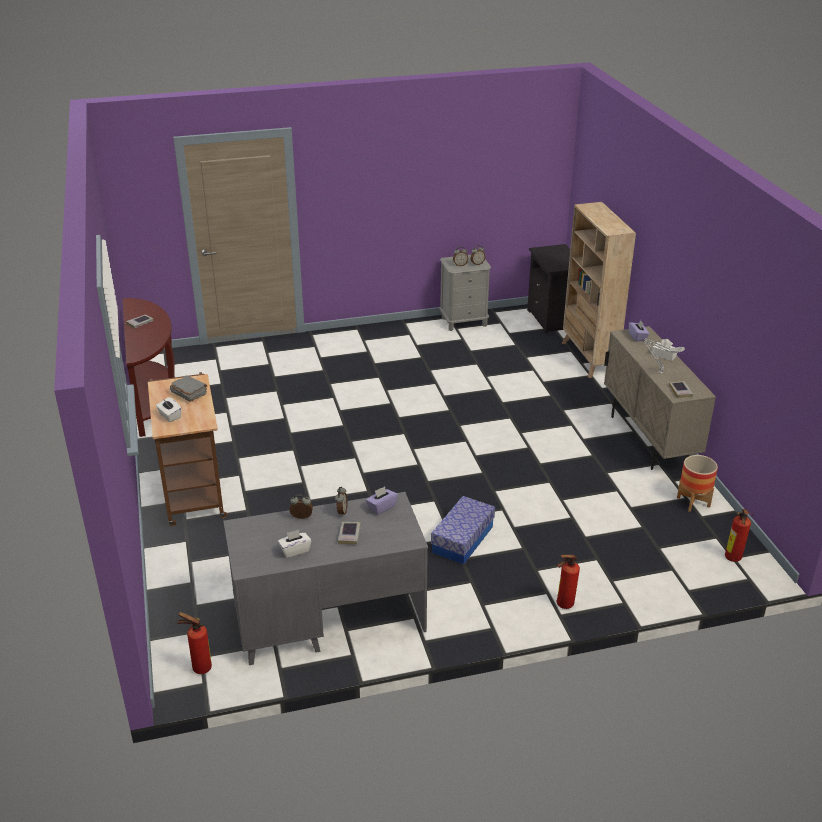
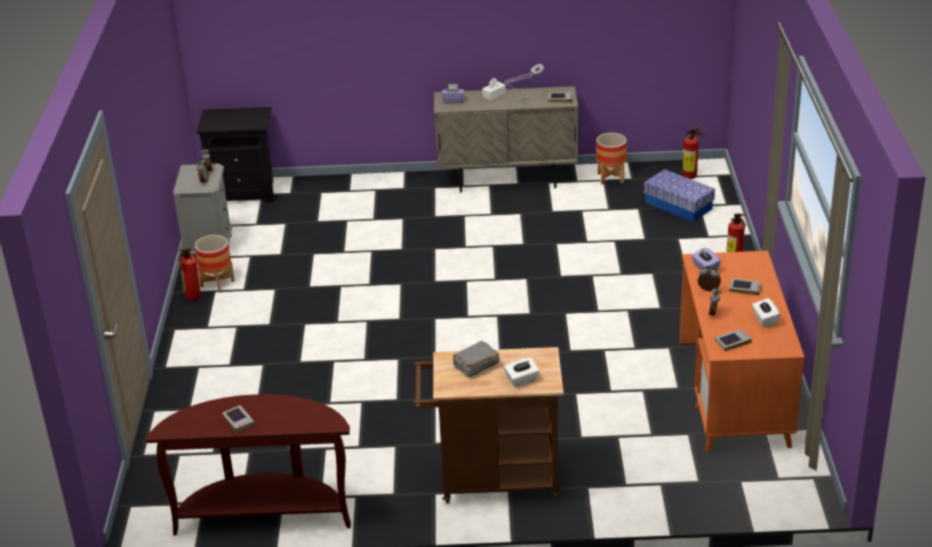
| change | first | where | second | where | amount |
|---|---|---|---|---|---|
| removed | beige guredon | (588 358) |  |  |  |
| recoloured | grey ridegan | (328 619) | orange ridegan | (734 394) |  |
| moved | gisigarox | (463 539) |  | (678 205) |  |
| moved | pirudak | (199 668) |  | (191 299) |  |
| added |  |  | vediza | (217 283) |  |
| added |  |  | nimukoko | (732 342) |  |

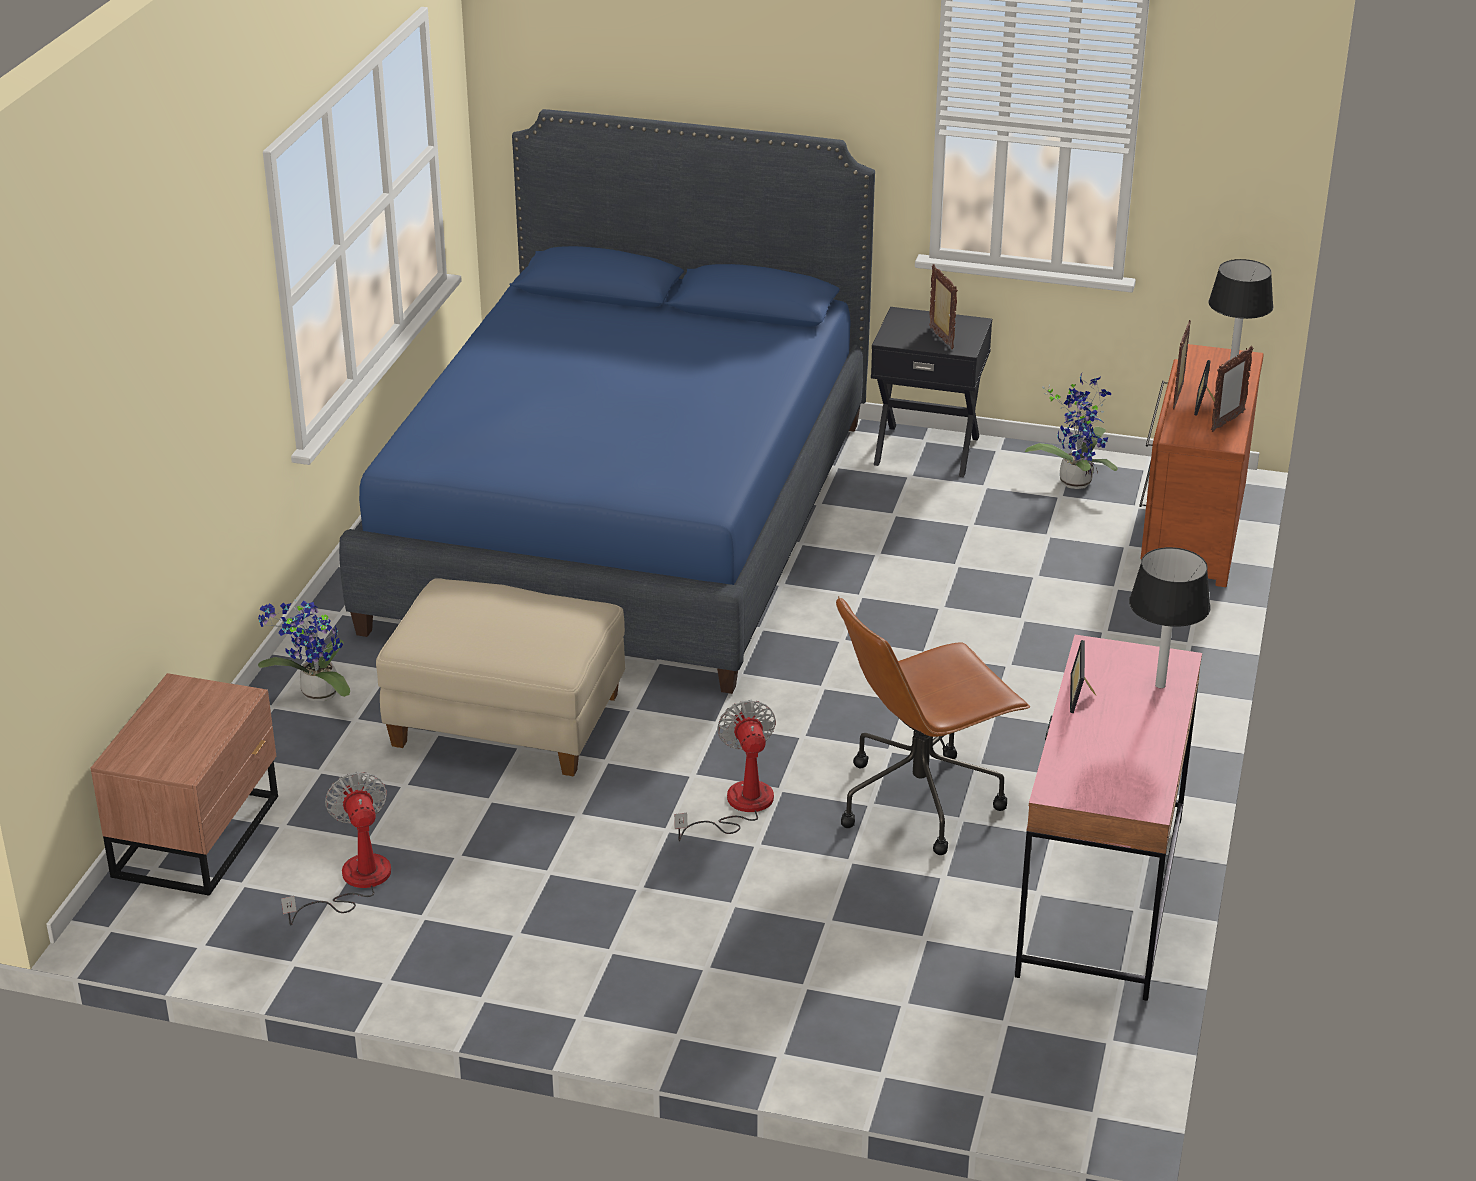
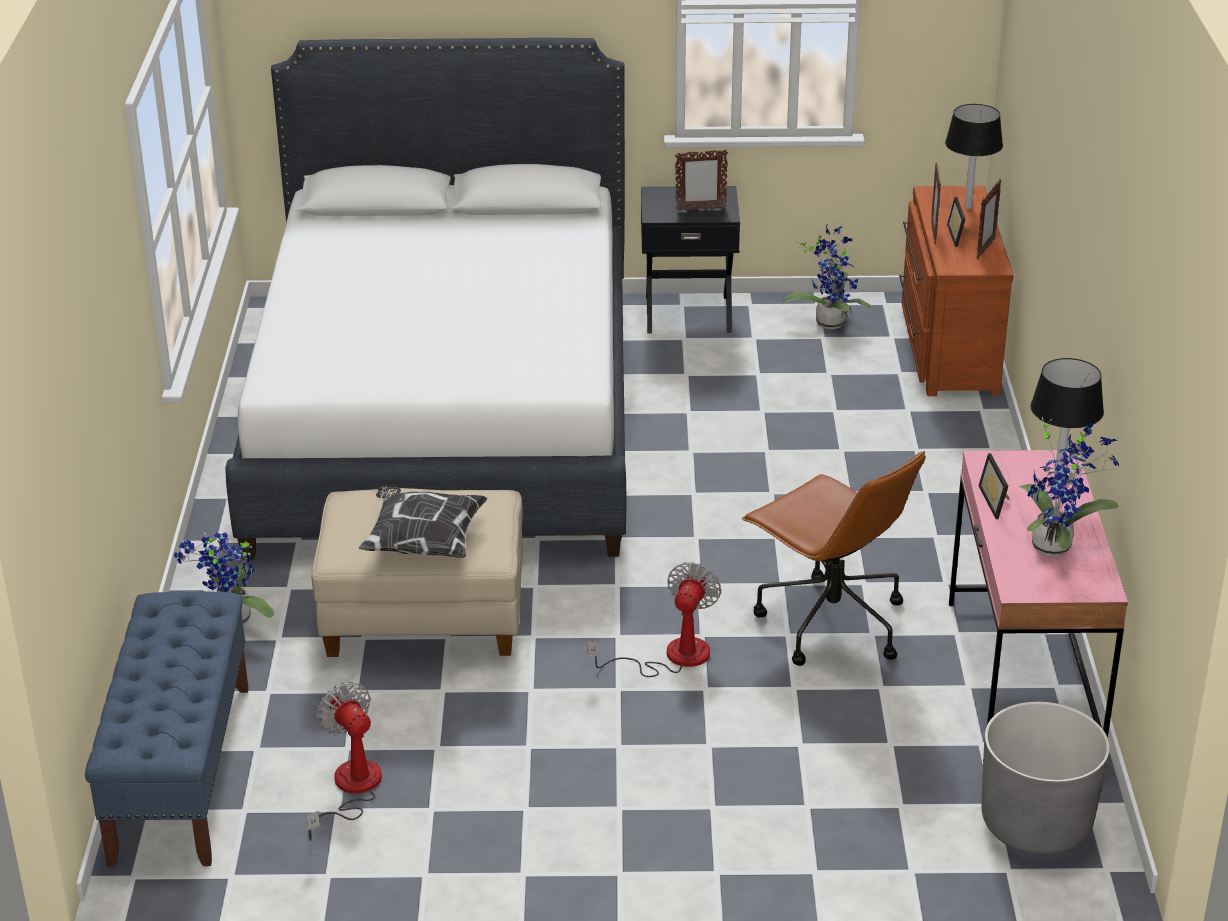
| change | first | where | second | where | amount |
|---|---|---|---|---|---|
| recoloured | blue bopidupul | (625 522) | white bopidupul | (447 417) |  |
| turned | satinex | (941 338) |  | (700 209) | 120 degrees clockwise |
| turned | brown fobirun | (921 800) |  | (830 623) | 90 degrees counterclockwise |
| replaced | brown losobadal | (201 835) | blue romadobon | (181 772) |  |
| turned | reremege | (738 806) |  | (672 657) | 45 degrees clockwise |
| added |  |  | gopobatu | (1056 545) |  |
| added |  |  | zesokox | (423 543) |  |
| added |  |  | grey vediza | (1036 824) |  |

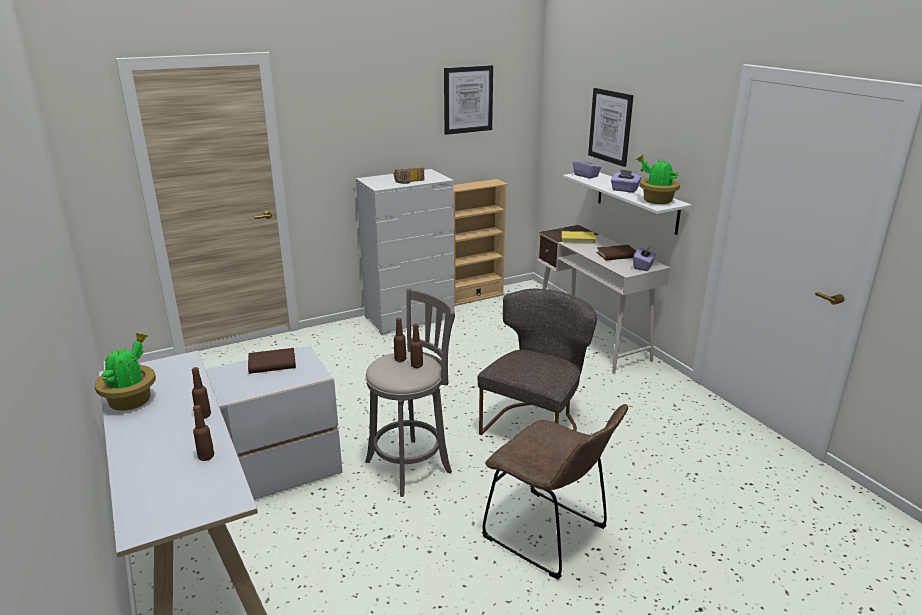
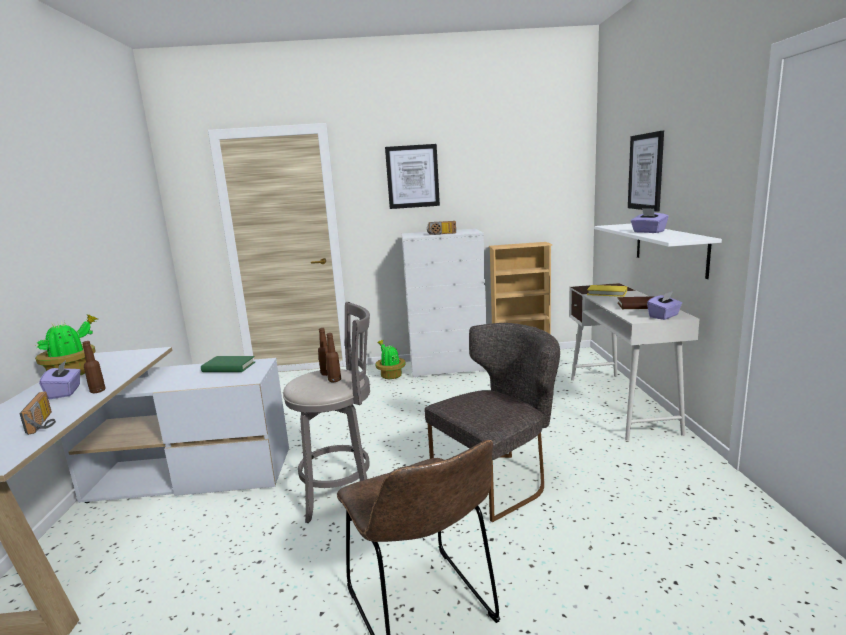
| change | first | where | second | where | amount |
|---|---|---|---|---|---|
| moved | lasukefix | (468 99) |  | (412 176) |  |
| moved | gopobatu | (656 201) |  | (390 375) |  |
| moved | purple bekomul | (586 176) |  | (65 392) |  |
| recoloured | brown nimukoko | (272 364) | green nimukoko | (229 367) |  |
| replaced | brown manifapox | (206 457) | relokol | (45 422) |  |

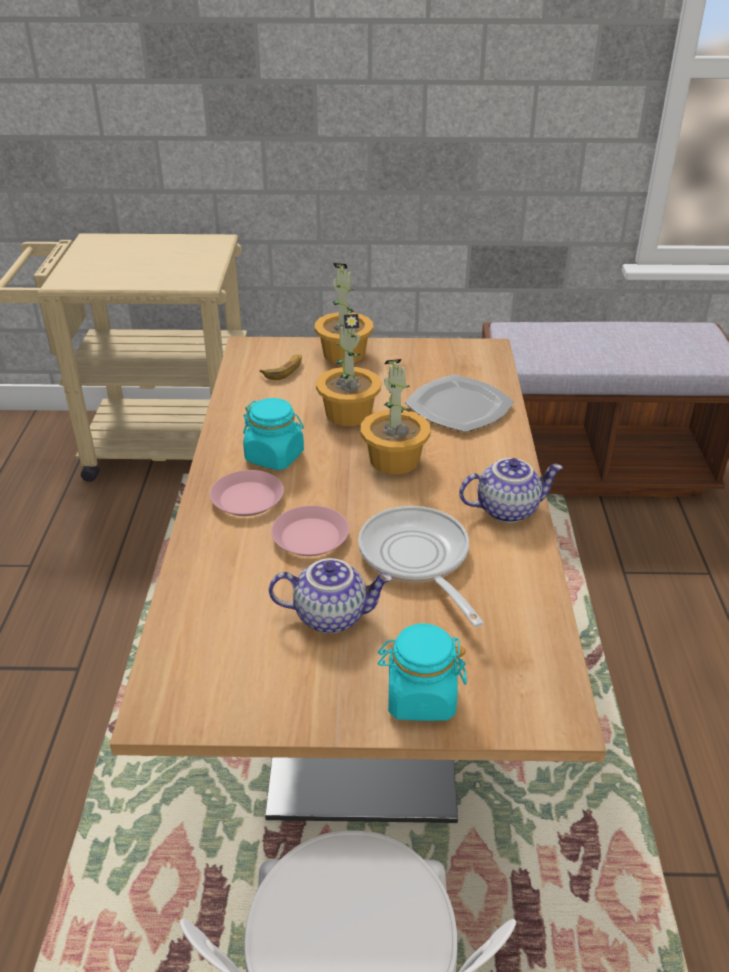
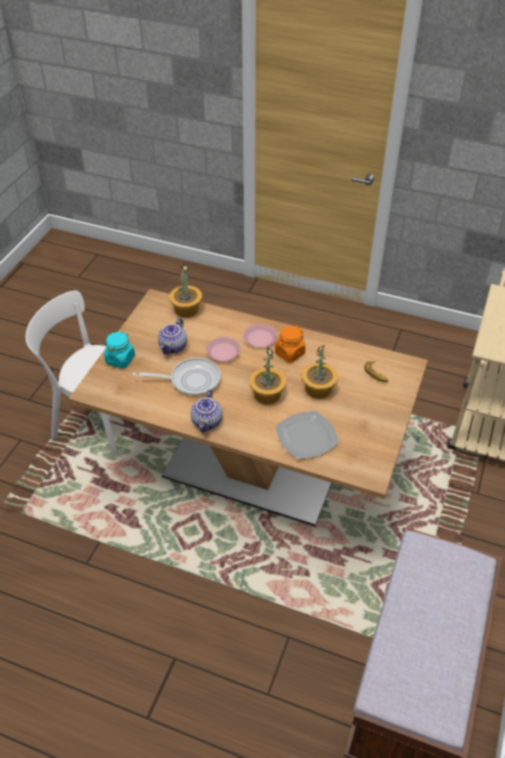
| change | first | where | second | where | amount |
|---|---|---|---|---|---|
| moved | gopobatu | (344 354) |  | (186 309) |  |
| recoloured | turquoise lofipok | (275 457) | orange lofipok | (289 353) |  |

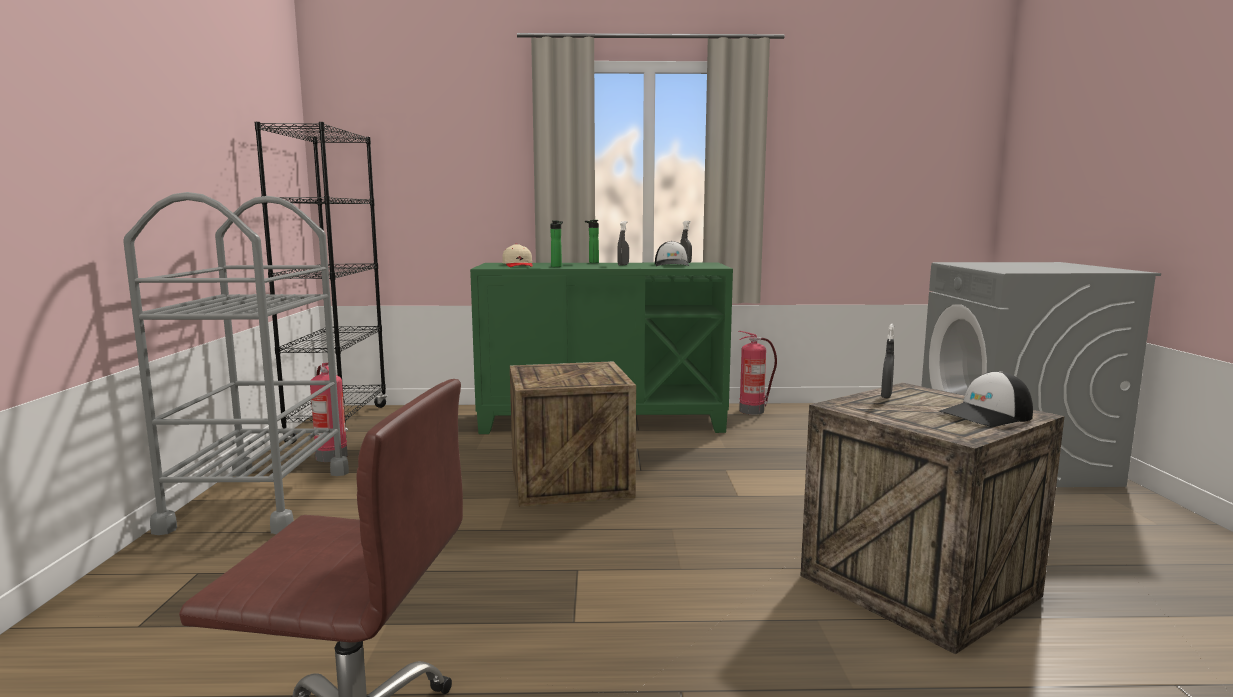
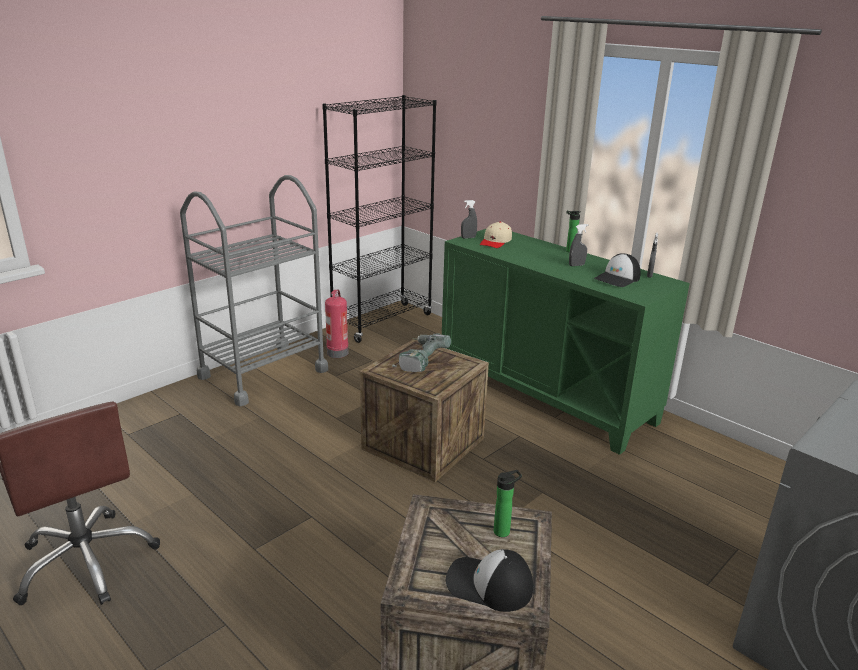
| change | first | where | second | where | amount |
|---|---|---|---|---|---|
| moved | manifapox | (557 266) |  | (504 531) |  |
| moved | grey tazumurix | (886 396) |  | (468 237) |  |
| removed | pirudak | (753 411) |  |  |  |
| added |  |  | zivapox | (420 361) |  |

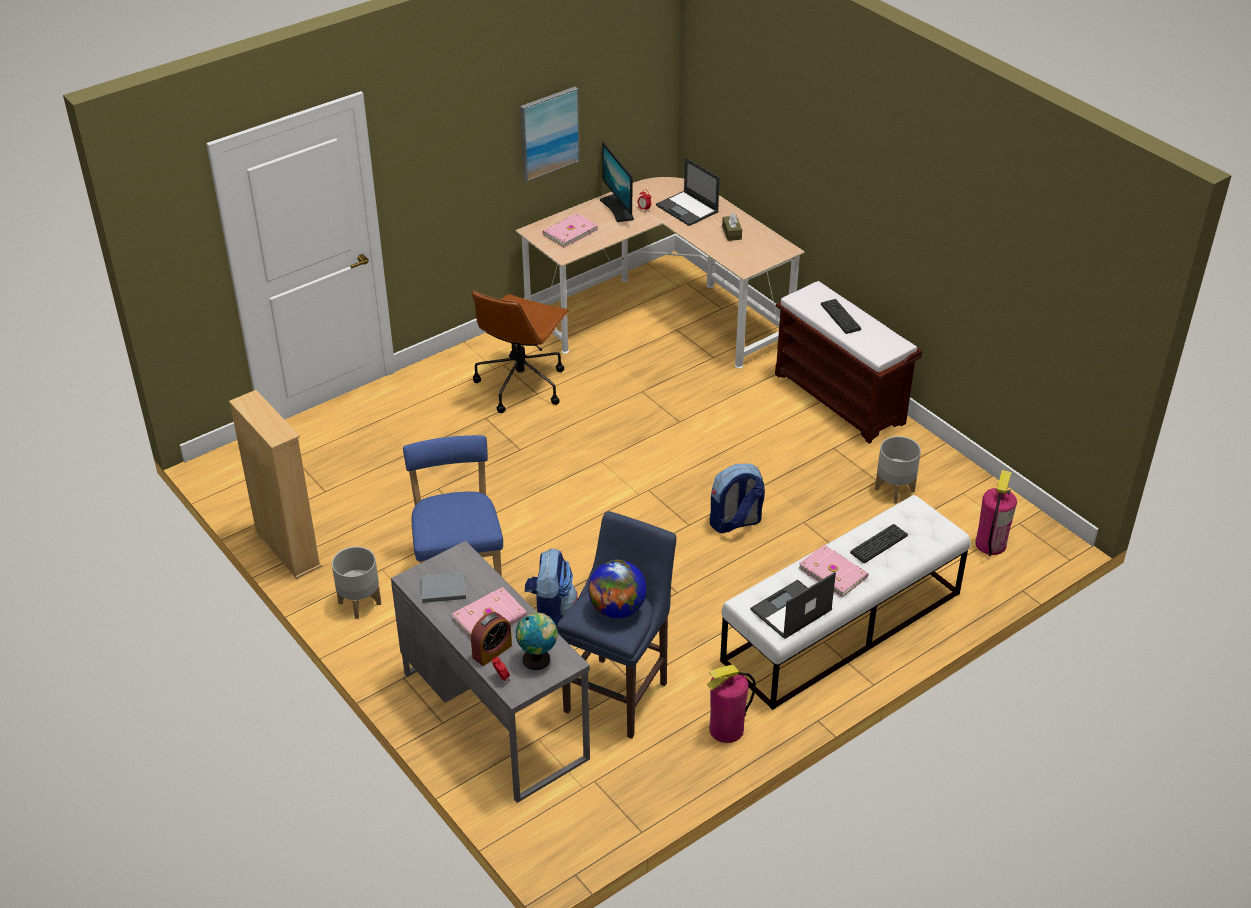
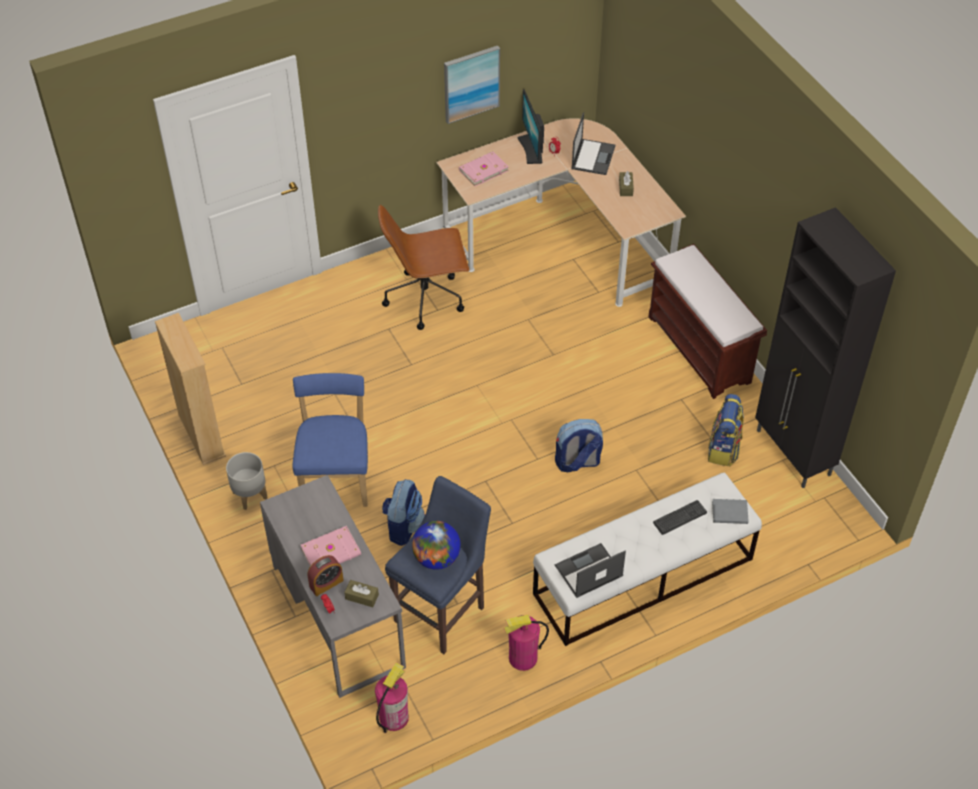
| change | first | where | second | where | amount |
|---|---|---|---|---|---|
| turned | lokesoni | (688 209) |  | (593 157) | 135 degrees counterclockwise |
| turned | brown fobirun | (521 384) |  | (426 298) | 45 degrees clockwise |
| removed | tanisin | (840 317) |  |  |  |
| replaced | grey vediza | (895 490) | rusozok | (723 449) |  |
| moved | pirudak | (990 544) |  | (393 717) |  |
| removed | pink nimukoko | (833 572) |  |  |  |
| moved | grey nimukoko | (442 589) |  | (728 512) |  |
| replaced | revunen | (538 659) | brown bekomul | (362 597) |  |
| added |  |  | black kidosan | (793 454) |  |

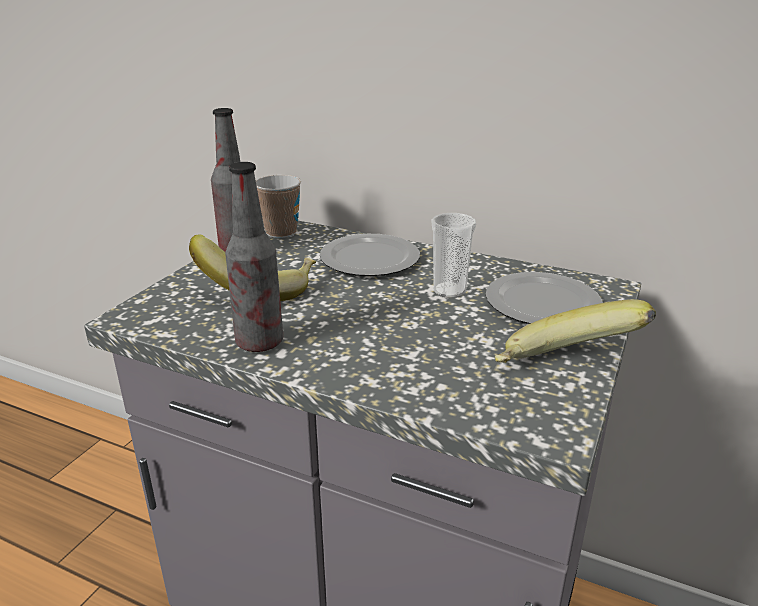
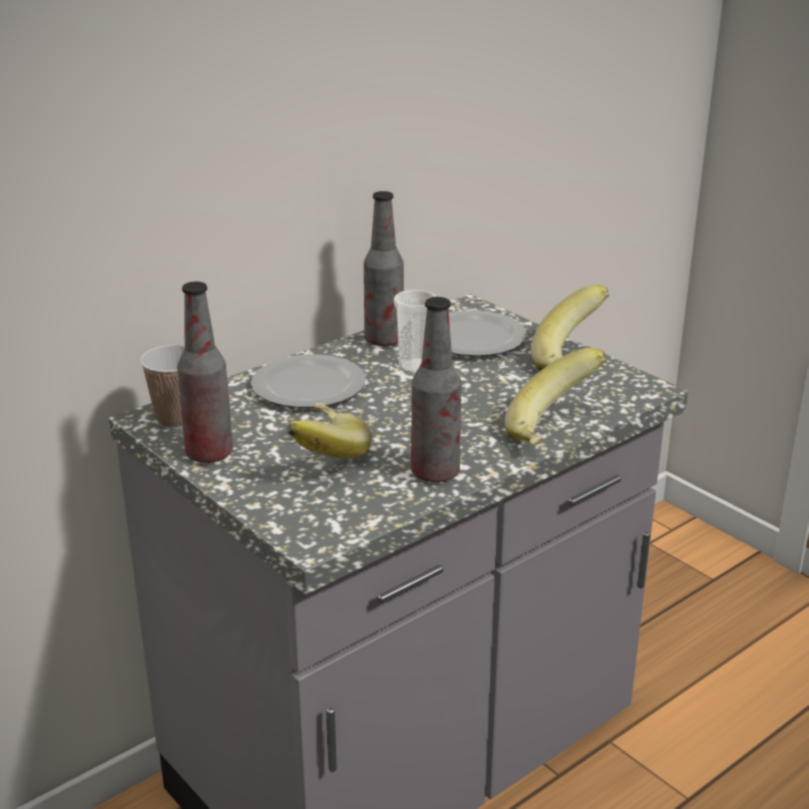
| change | first | where | second | where | amount |
|---|---|---|---|---|---|
| added |  |  | manifapox | (384 340) |  |
| added |  |  | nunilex | (556 430) |  |

